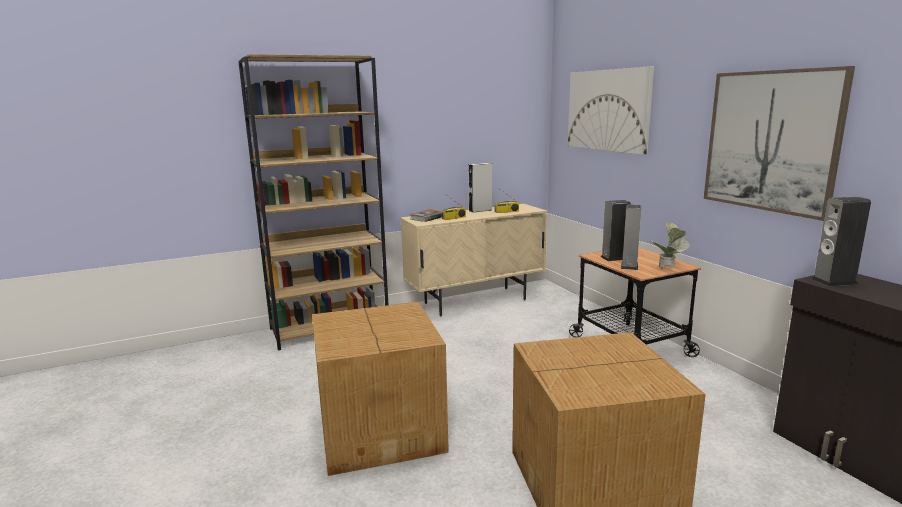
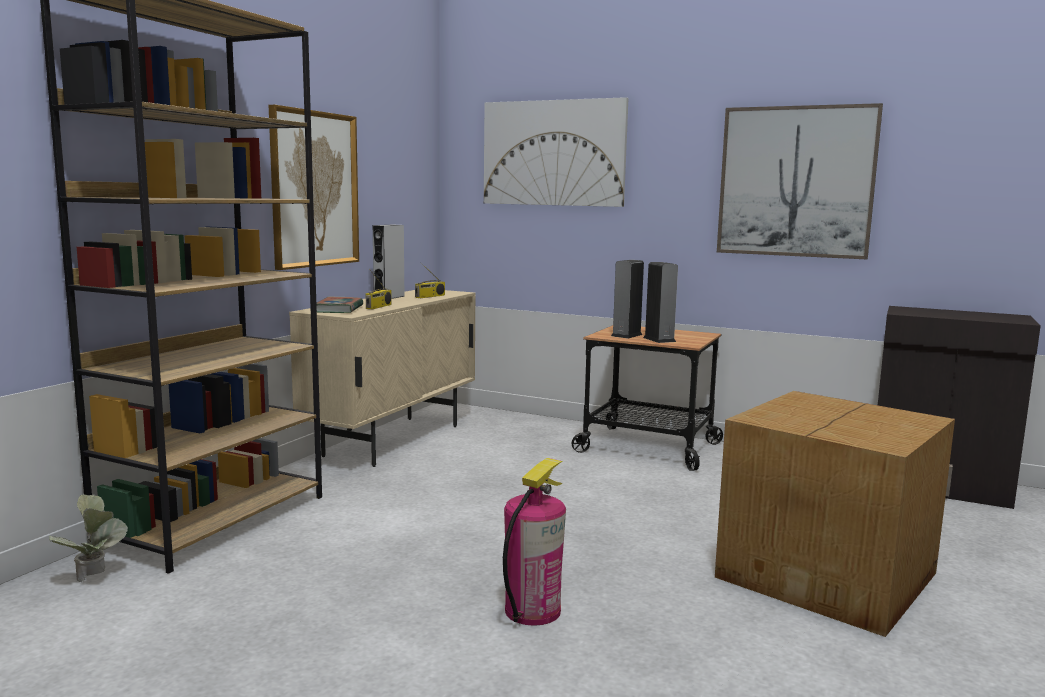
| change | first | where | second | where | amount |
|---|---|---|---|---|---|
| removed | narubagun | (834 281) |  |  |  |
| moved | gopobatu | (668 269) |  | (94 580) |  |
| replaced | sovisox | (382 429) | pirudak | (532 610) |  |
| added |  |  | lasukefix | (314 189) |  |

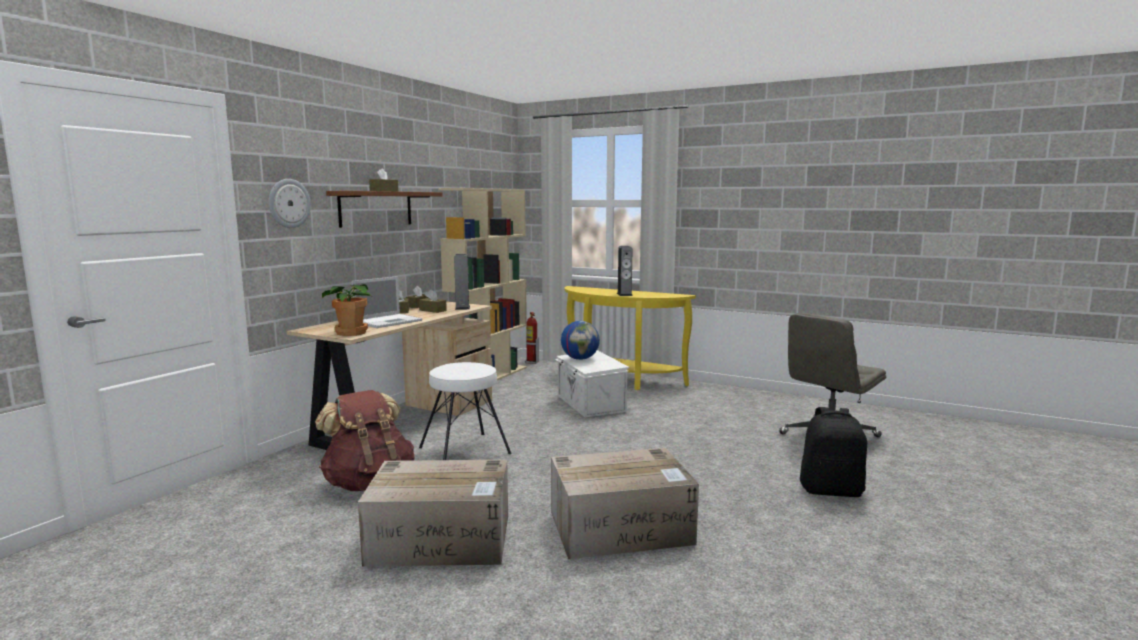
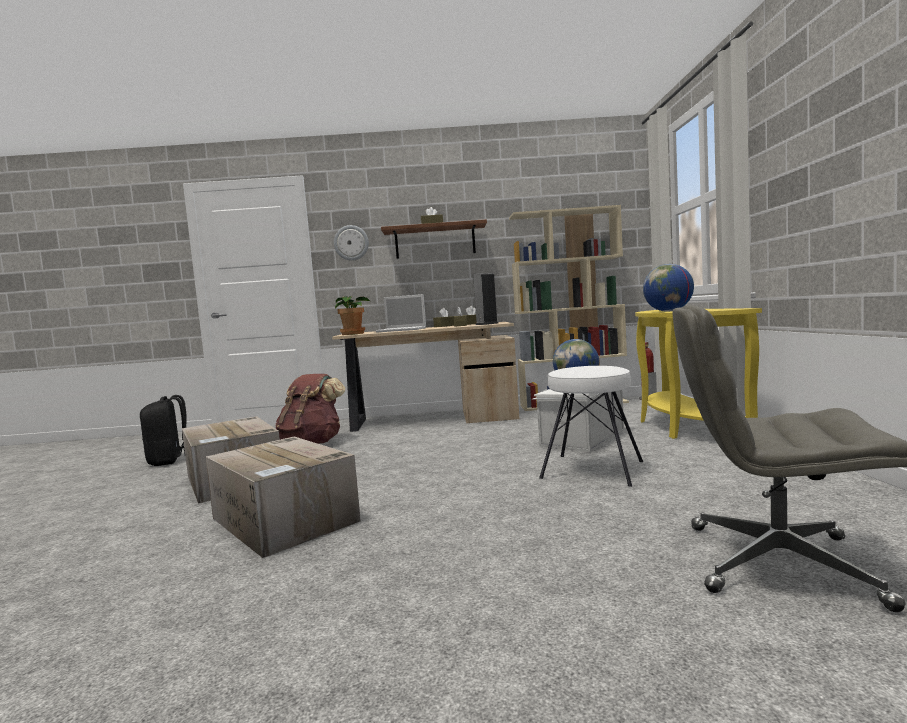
| change | first | where | second | where | amount |
|---|---|---|---|---|---|
| replaced | narubagun | (624 294) | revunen | (668 311) |  |
| moved | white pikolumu | (465 451) |  | (592 470) |  |
| moved | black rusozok | (831 490) |  | (169 460) |  |

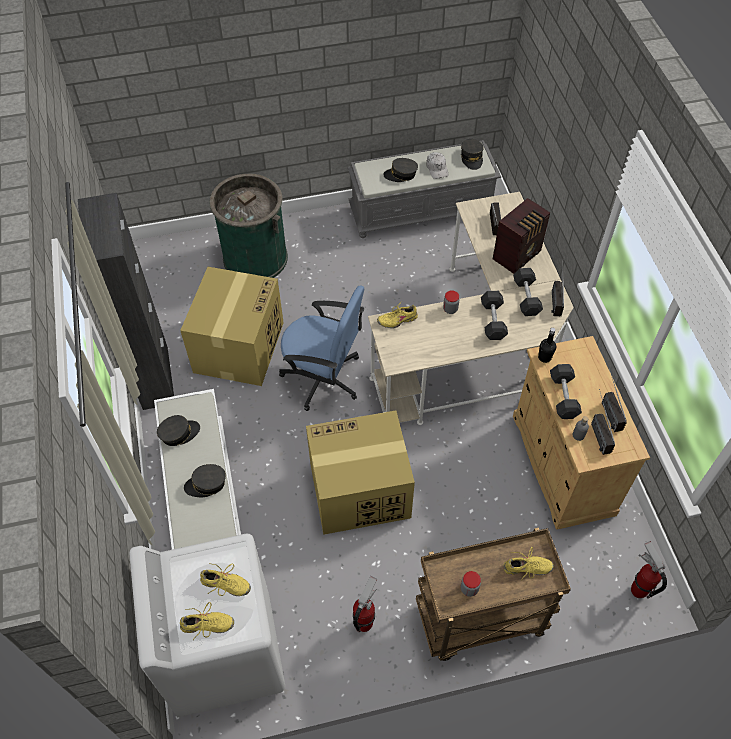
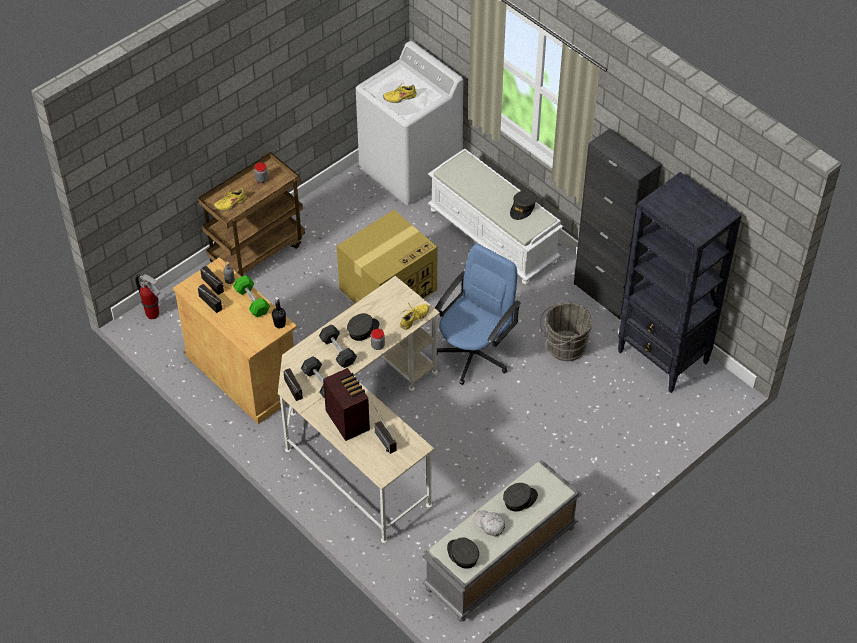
| change | first | where | second | where | amount |
|---|---|---|---|---|---|
| removed | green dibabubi | (255 258) |  |  |  |
| turned | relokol | (518 255) |  | (348 419) | 135 degrees clockwise |
| replaced | sovisox | (239 346) | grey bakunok | (563 347) |  |
| turned | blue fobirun | (323 378) |  | (474 354) | 135 degrees clockwise |
| recoloured | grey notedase | (563 396) | green notedase | (252 301) |  |
| moved | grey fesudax | (206 484) |  | (363 330) |  |
| removed | pirudak | (364 623) |  |  |  |
| removed | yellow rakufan | (207 625) |  |  |  |
| added |  |  | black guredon | (663 357) |  |

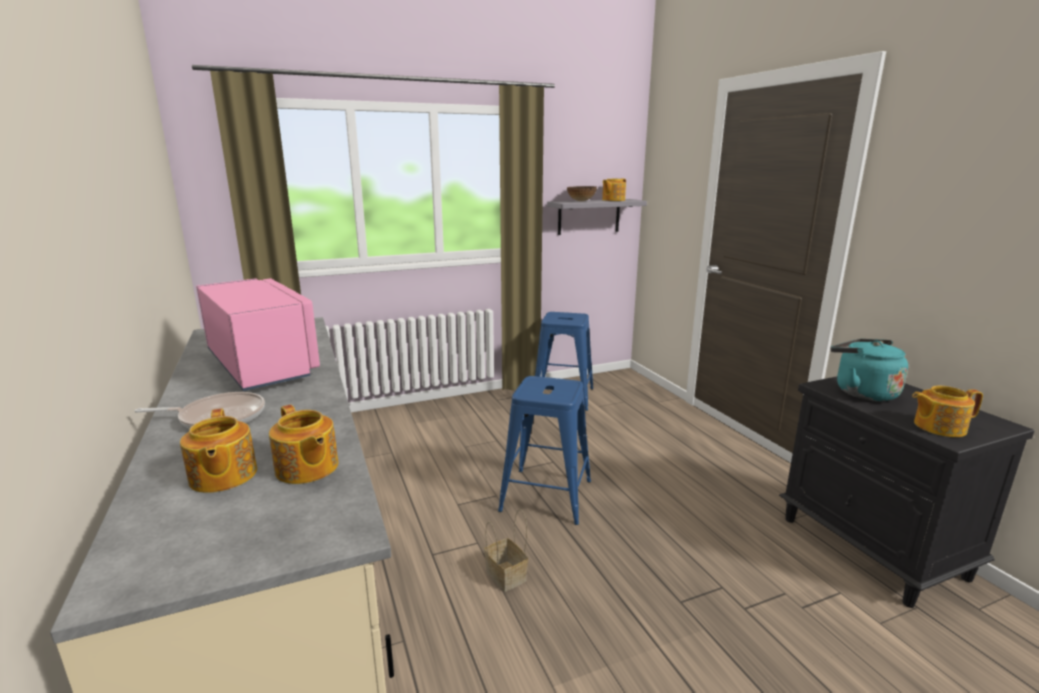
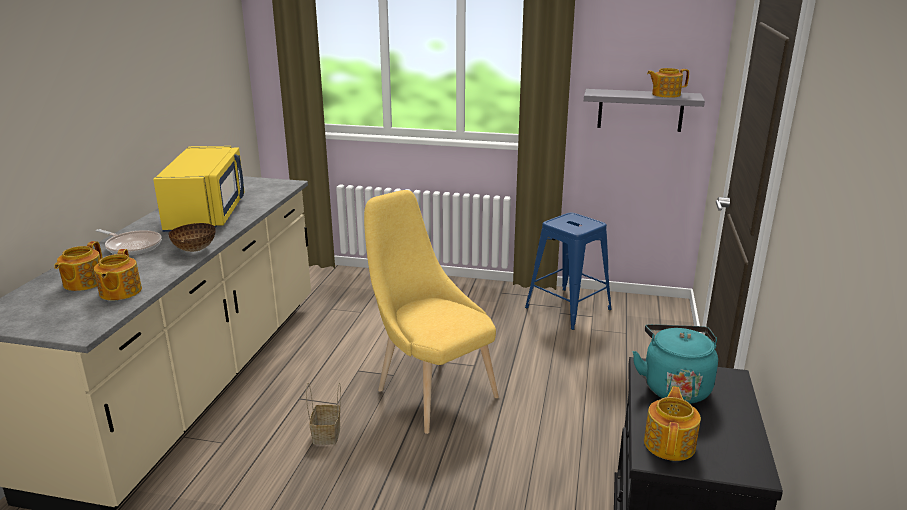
| change | first | where | second | where | amount |
|---|---|---|---|---|---|
| moved | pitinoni | (580 201) |  | (194 249) |  |
| recoloured | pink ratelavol | (263 365) | yellow ratelavol | (208 214) |  |
| replaced | blue pikolumu | (546 496) | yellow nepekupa | (430 391) |  |
| turned | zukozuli | (938 427) |  | (670 443) | 75 degrees clockwise |

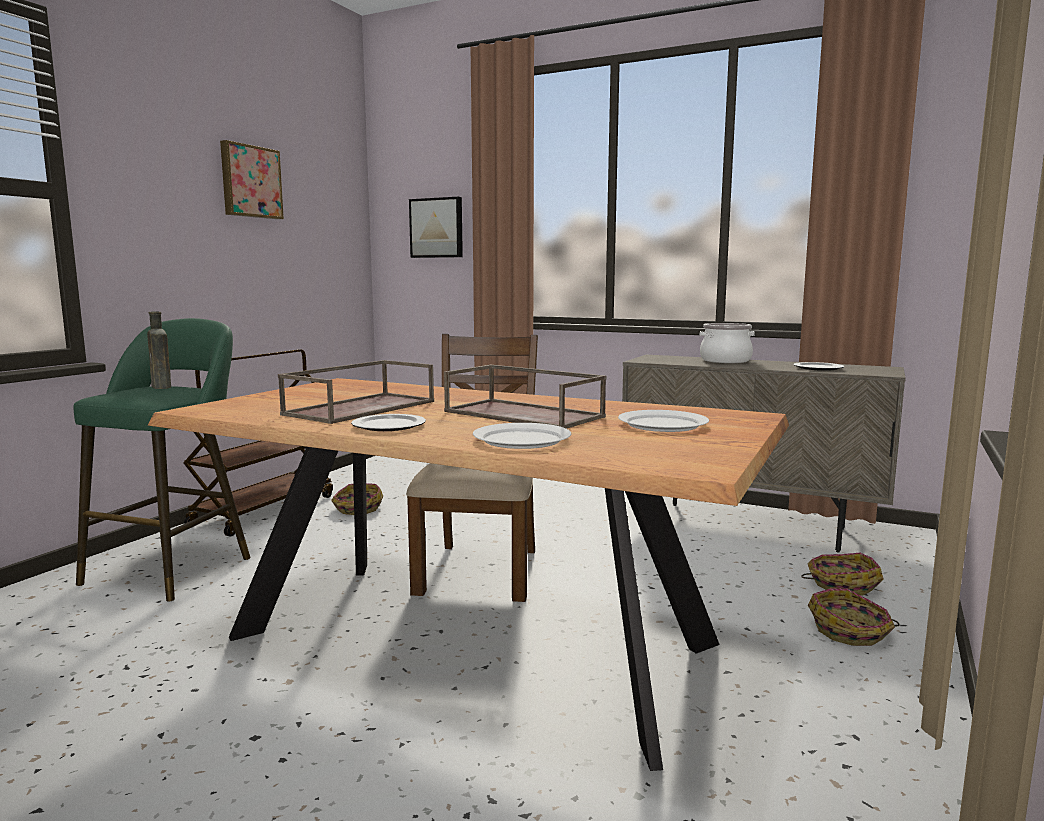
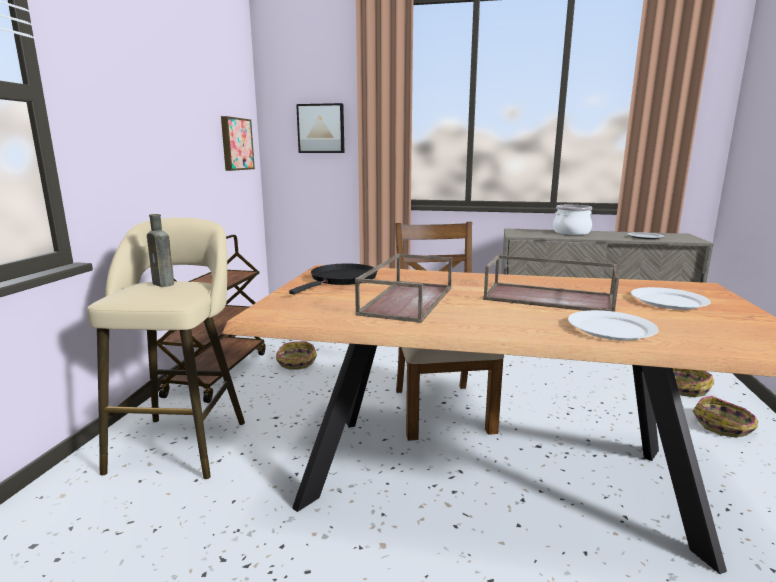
| change | first | where | second | where | amount |
|---|---|---|---|---|---|
| moved | lasukefix | (250 182) |  | (235 144) |  |
| recoloured | green pikolumu | (174 567) | beige pikolumu | (182 442) |  |
| removed | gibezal | (389 426) |  |  |  |
| added |  |  | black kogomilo | (341 280) |  |

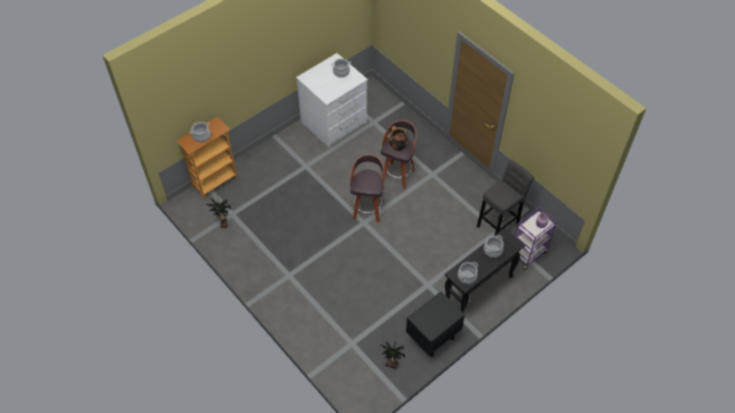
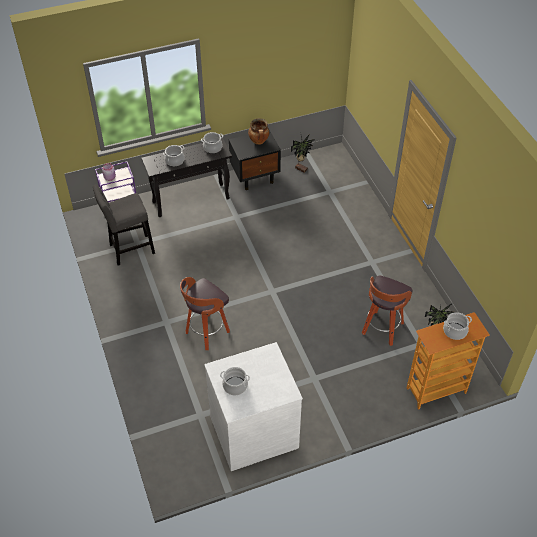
| change | first | where | second | where | amount |
|---|---|---|---|---|---|
| moved | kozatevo | (397 146) |  | (259 141) |  |
| moved | pikolumu | (367 209) |  | (382 329) |  |

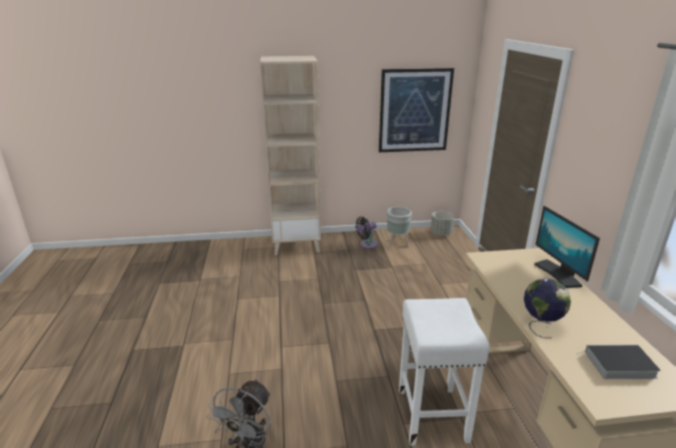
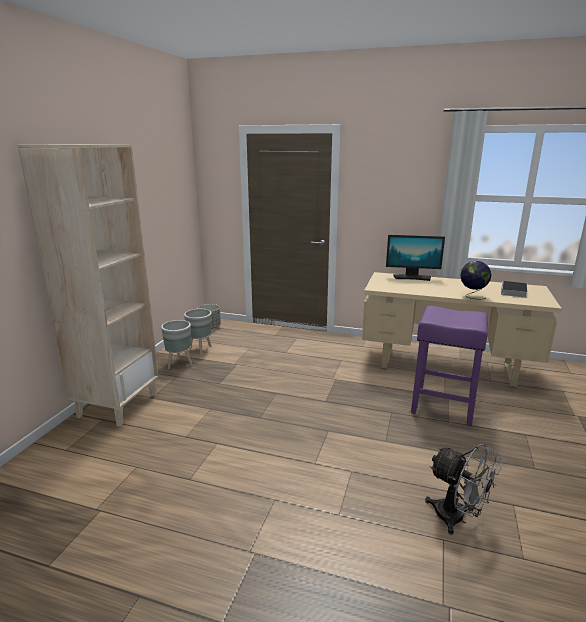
| change | first | where | second | where | amount |
|---|---|---|---|---|---|
| removed | lasukefix | (414 111) |  |  |  |
| replaced | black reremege | (367 244) | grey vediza | (180 364) |  |
| recoloured | white pikolumu | (431 414) | purple pikolumu | (441 406) |  |

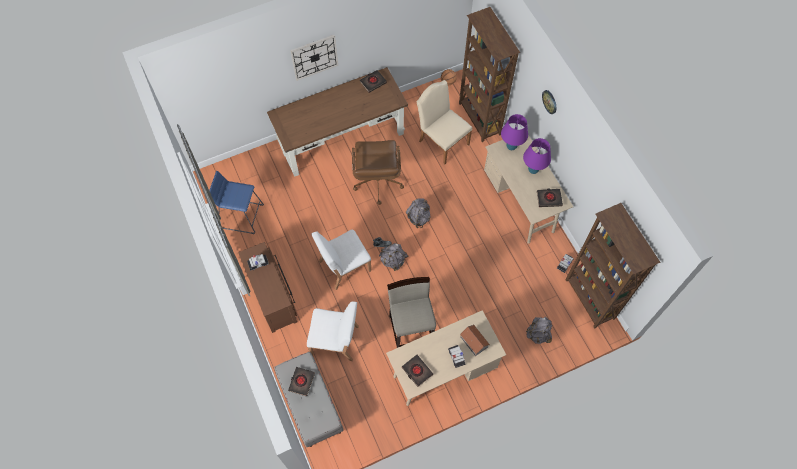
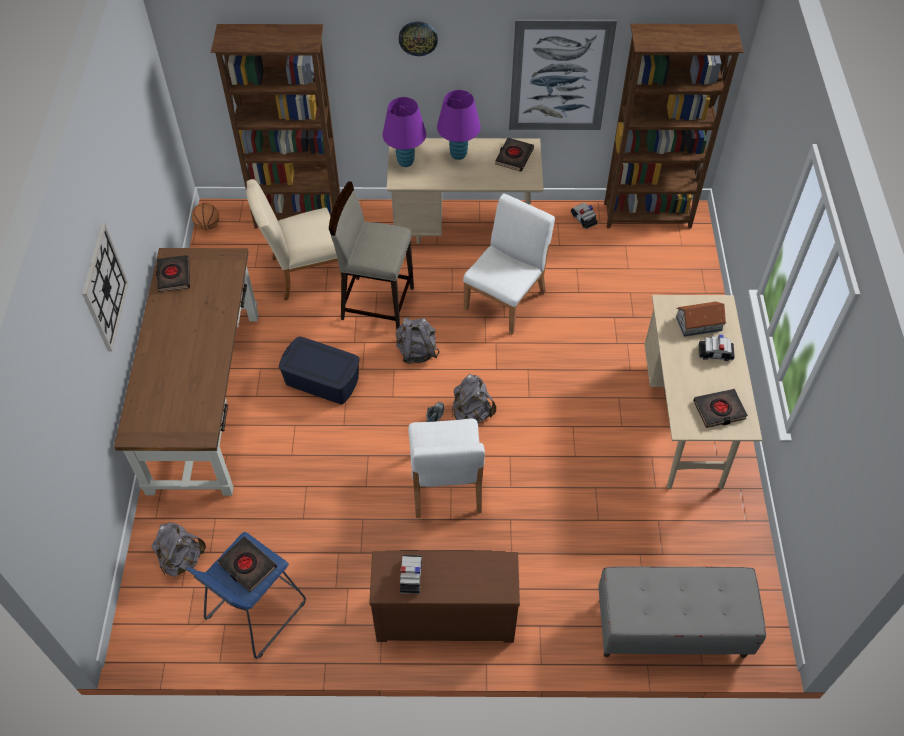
| change | first | where | second | where | amount |
|---|---|---|---|---|---|
| replaced | brown fobirun | (377 182) | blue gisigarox | (322 381) |  |
| moved | beige pikolumu | (411 329) |  | (377 302) |  |
| moved | white nepekupa | (335 341) |  | (506 300) |  |
| moved | grey rusozok | (538 334) |  | (181 559) |  |
| moved | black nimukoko | (301 382) |  | (247 566) |  |
| added |  |  | lasukefix | (560 76) |  |

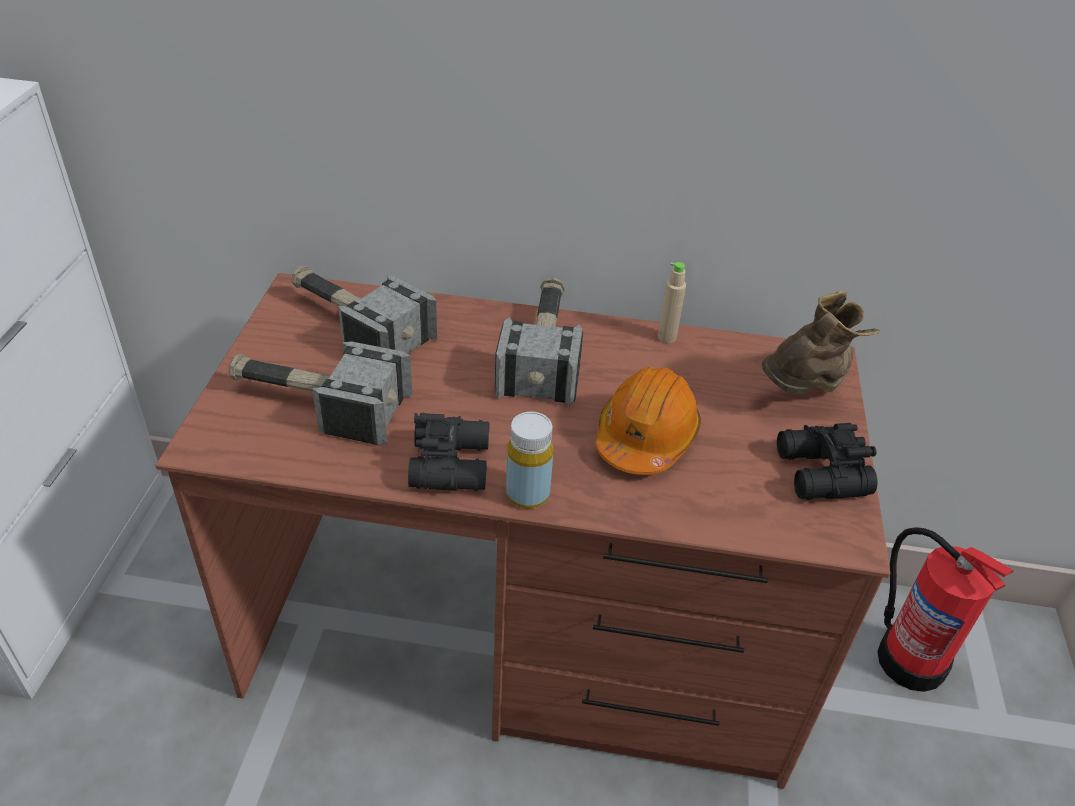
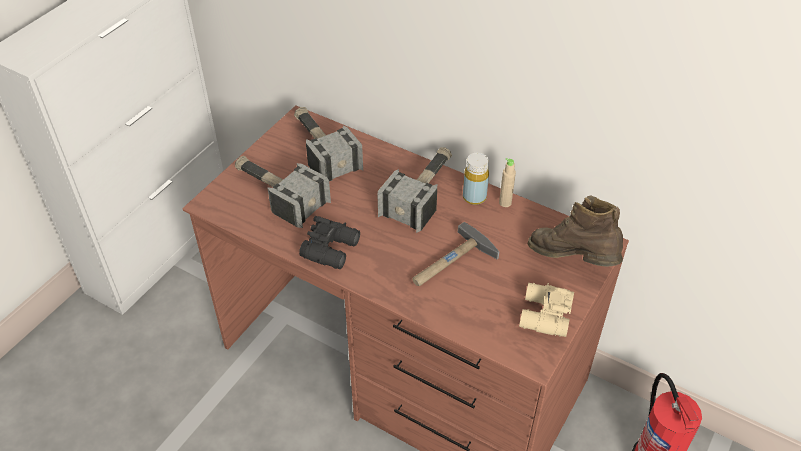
| change | first | where | second | where | amount |
|---|---|---|---|---|---|
| turned | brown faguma | (805 390) |  | (573 260) | 120 degrees counterclockwise |
| replaced | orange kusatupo | (645 437) | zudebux | (451 263) |  |
| moved | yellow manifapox | (527 494) |  | (474 197) |  |
| recoloured | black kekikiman | (819 474) | beige kekikiman | (543 316) |  |

